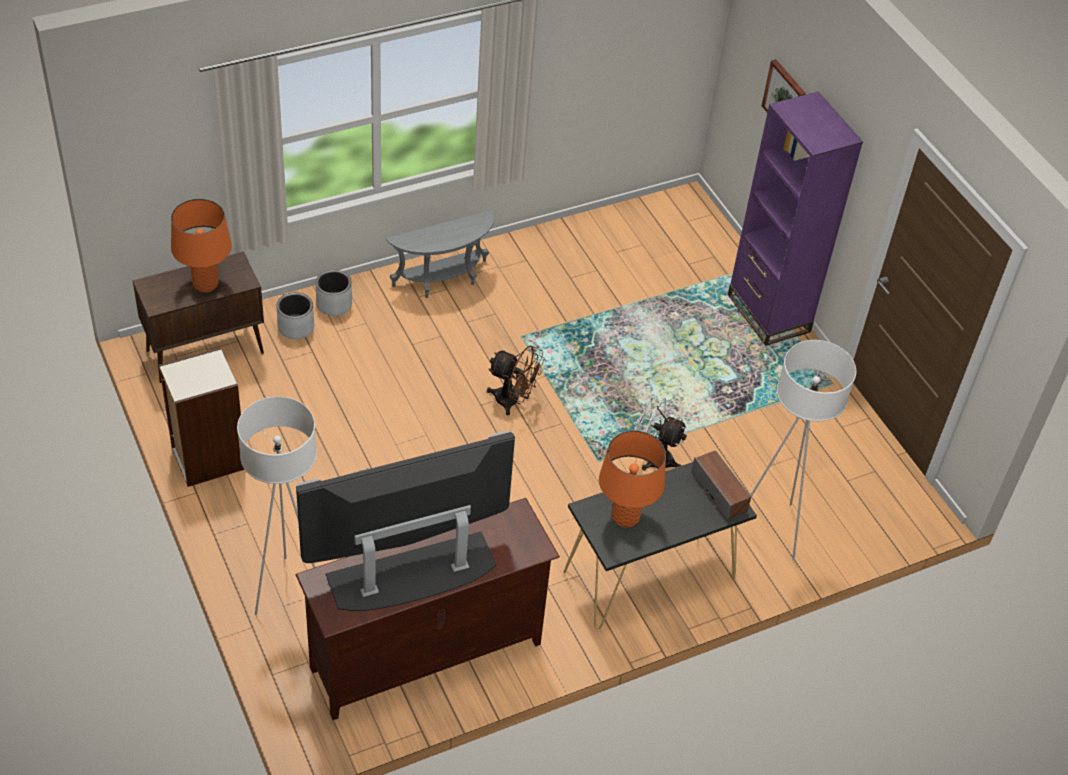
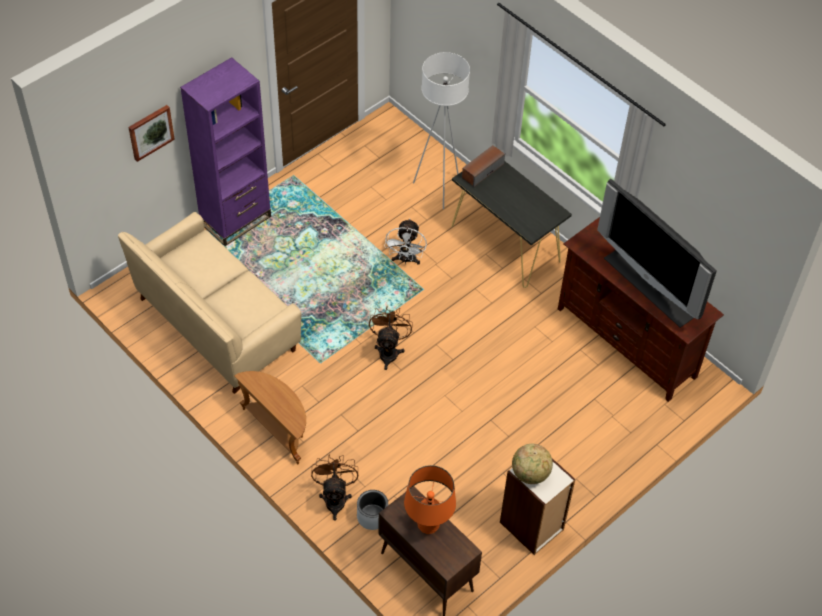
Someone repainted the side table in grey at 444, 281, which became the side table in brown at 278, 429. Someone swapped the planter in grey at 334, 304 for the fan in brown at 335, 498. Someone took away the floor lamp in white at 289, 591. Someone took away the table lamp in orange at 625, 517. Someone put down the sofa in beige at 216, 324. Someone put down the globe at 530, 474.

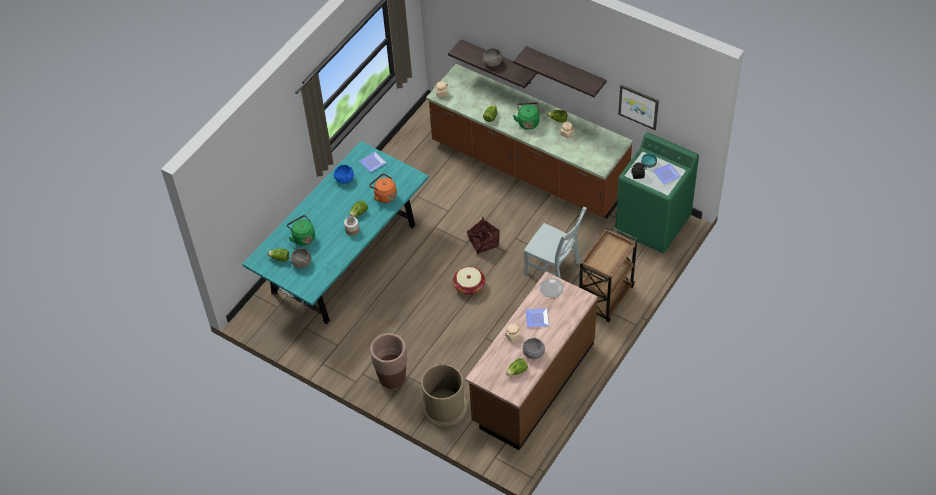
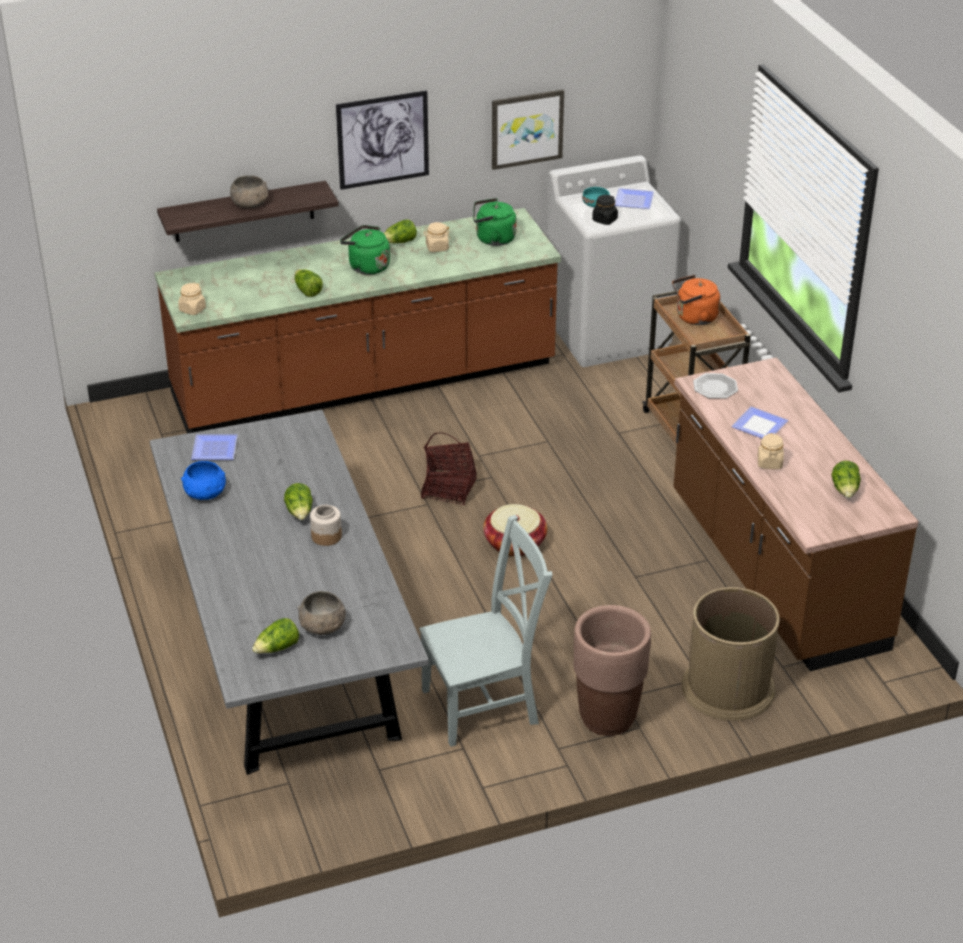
Someone swapped the shelf at 565, 70 for the picture at 383, 140. Someone repainted the washing machine in green at 653, 224, which became the washing machine in white at 608, 333. Someone repainted the dining table in turquoise at 344, 258, which became the dining table in grey at 287, 648. Someone carried the kettle in orange from 384, 195 to 694, 318. Someone carried the chair in grey from 554, 269 to 485, 705. Someone carried the kettle in green from 303, 237 to 493, 239. Someone took away the bowl in grey at 533, 353.

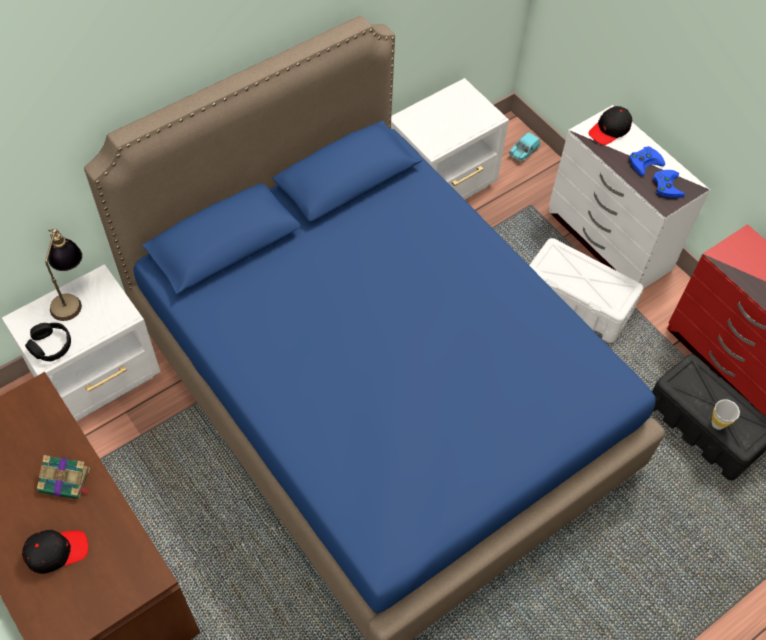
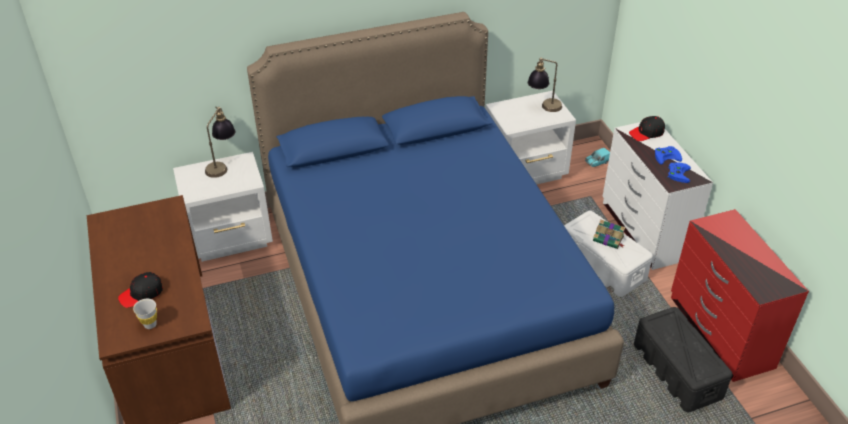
Someone took away the headphones in black at 50, 345. Someone carried the cup in white from 718, 424 to 150, 324. Someone carried the book from 66, 480 to 609, 239. Someone rotated the cap in black at 56, 551 by 150 degrees clockwise. Someone put down the table lamp at 543, 107.

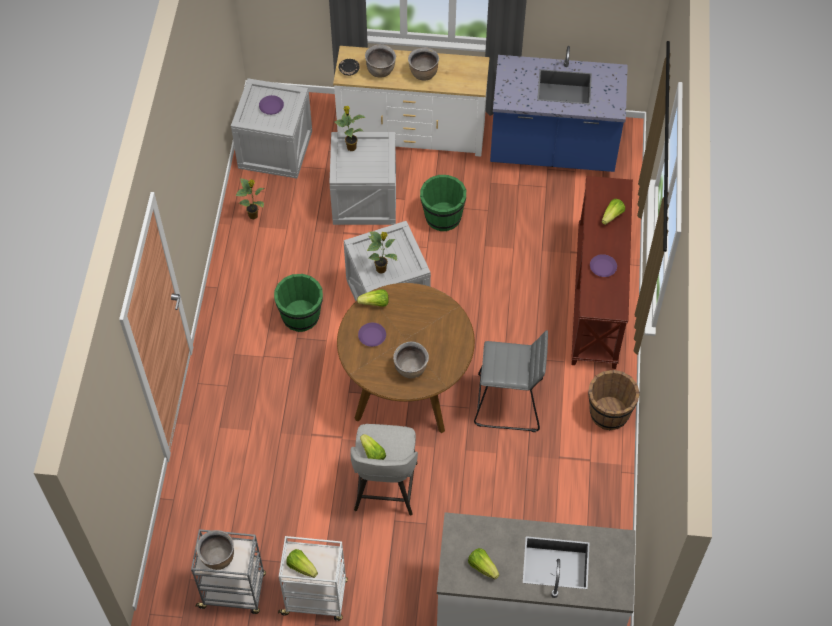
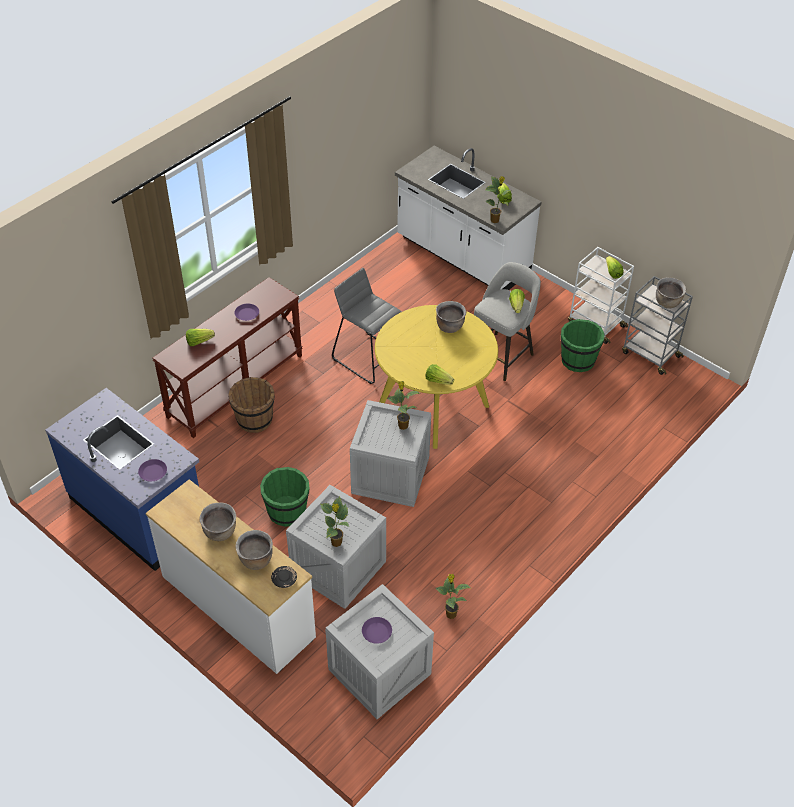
Someone carried the bucket in green from 301, 316 to 577, 360. Someone repainted the dining table in brown at 406, 387, which became the dining table in yellow at 433, 405. Someone carried the plate in purple from 372, 336 to 153, 472. Someone carried the bucket in brown from 609, 413 to 254, 420. Someone put down the potted plant at 495, 220.

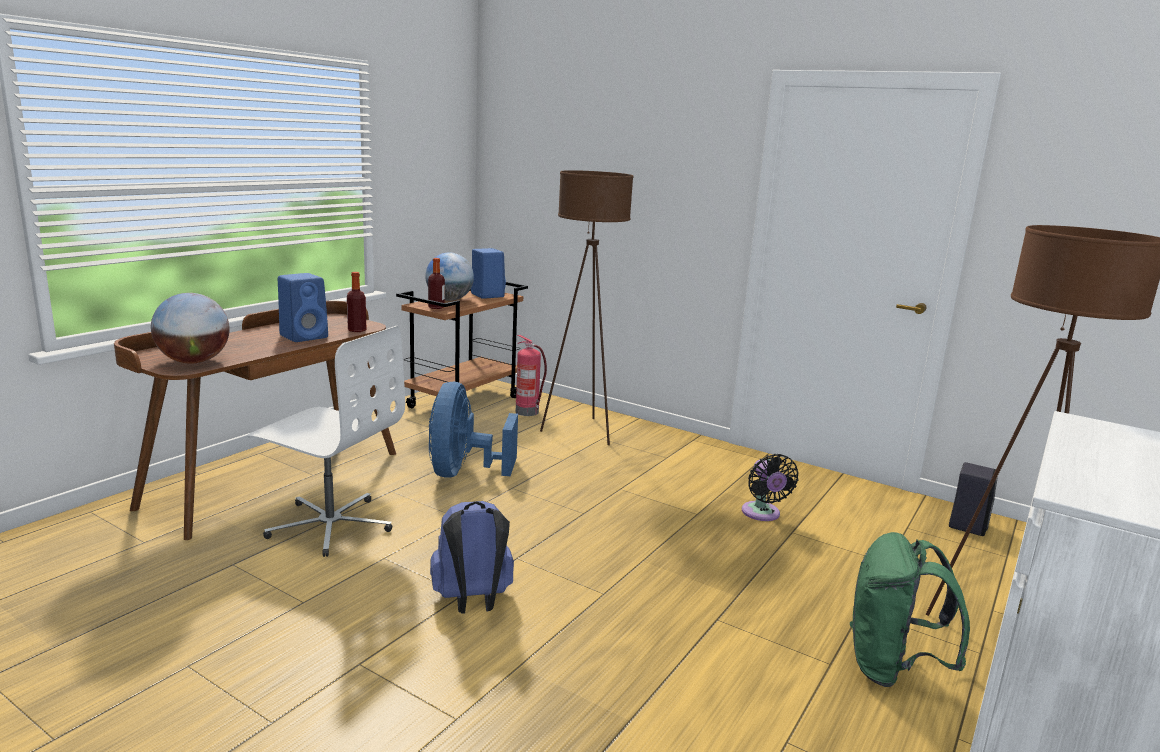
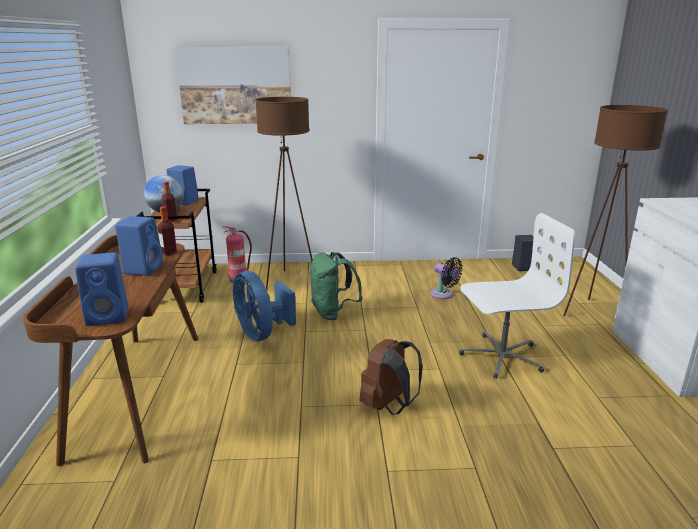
Someone swapped the globe at 194, 362 for the speaker in blue at 109, 316. Someone carried the office chair in white from 330, 525 to 501, 356. Someone repainted the backpack in blue at 472, 602, which became the backpack in brown at 388, 406. Someone carried the backpack in green from 891, 668 to 333, 313. Someone put up the picture at 235, 85.

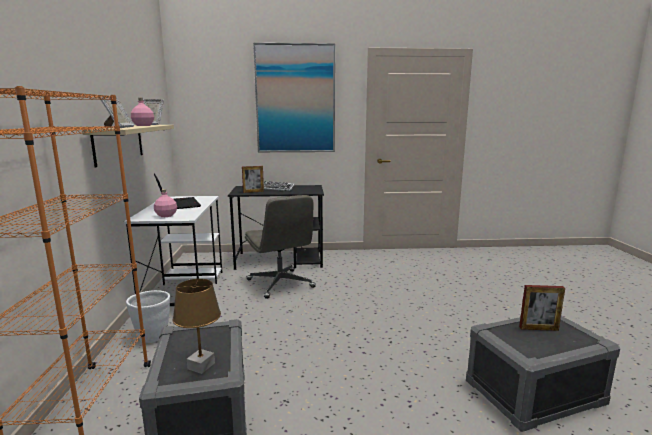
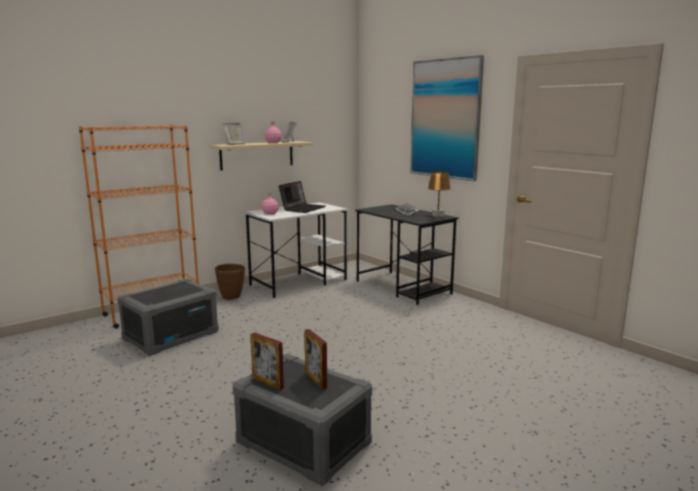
Someone carried the picture frame from 253, 192 to 268, 383. Someone took away the office chair in grey at 281, 284. Someone carried the table lamp in brown from 201, 366 to 438, 215. Someone repainted the planter in white at 152, 337, which became the planter in brown at 231, 297.

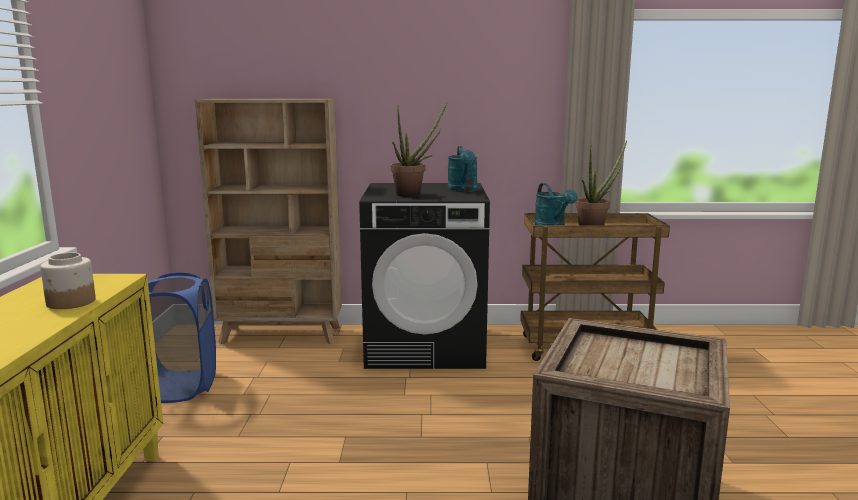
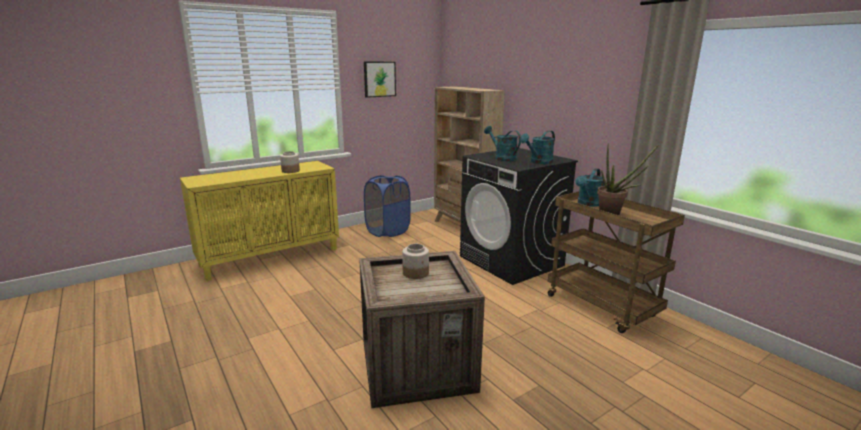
Someone swapped the potted plant at 413, 194 for the watering can in turquoise at 502, 158. Someone put up the picture at 379, 79. Someone put down the jar at 416, 273.

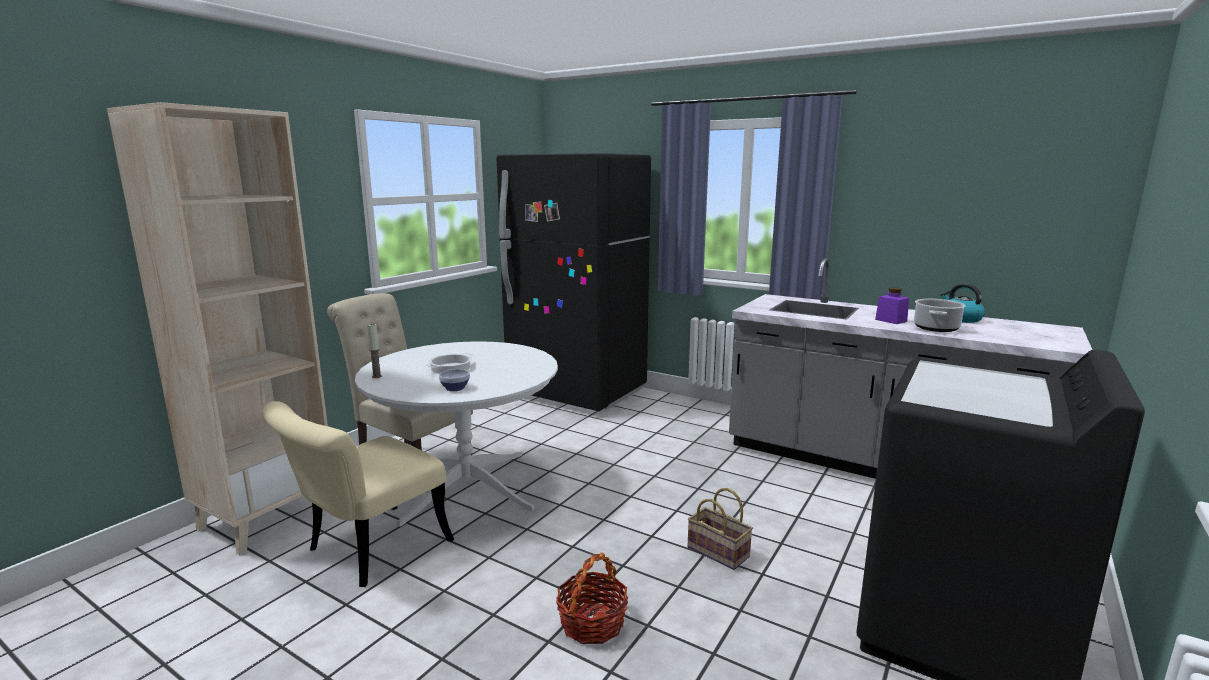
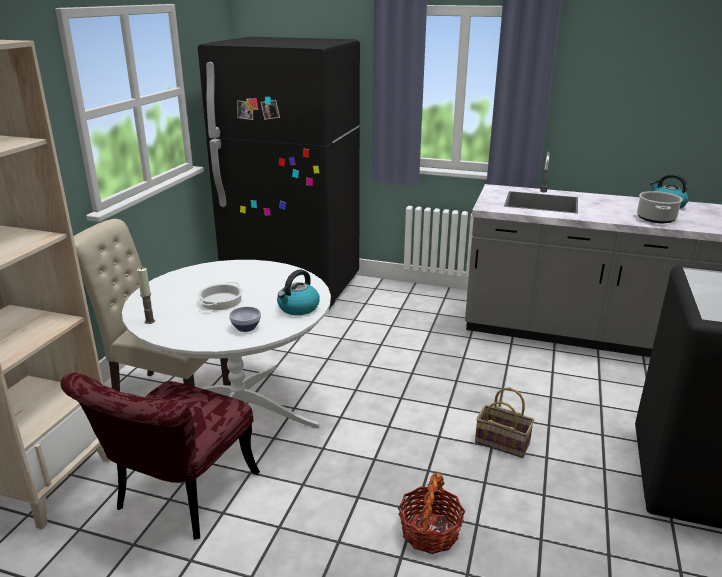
Someone took away the jar in purple at 891, 320. Someone repainted the chair in beige at 367, 551, which became the chair in red at 179, 500. Someone put down the kettle at 298, 308.

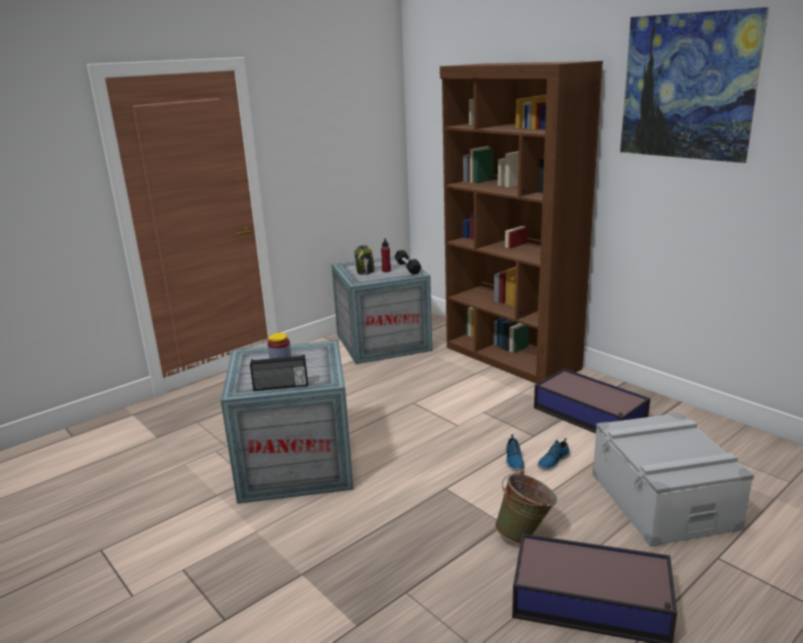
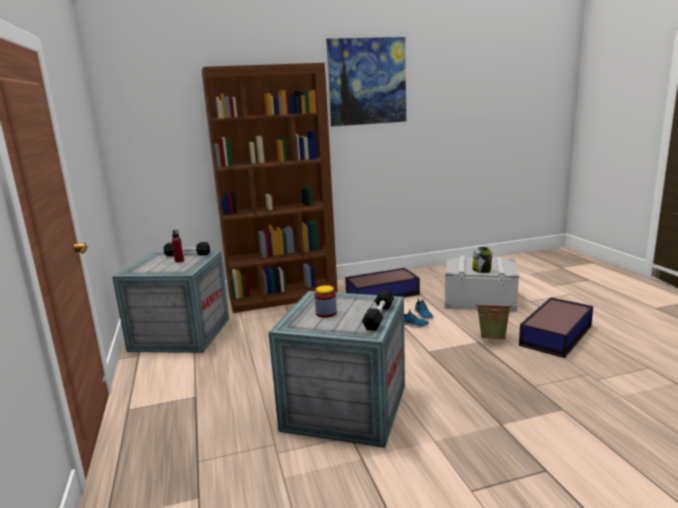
Someone carried the jar from 365, 272 to 482, 270. Someone swapped the radio at 281, 386 for the dumbbell in black at 379, 317.

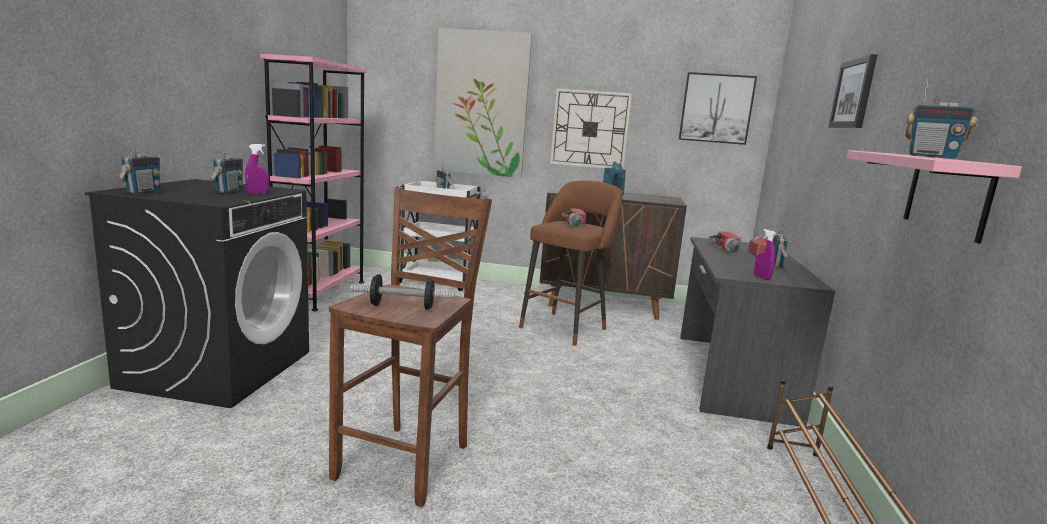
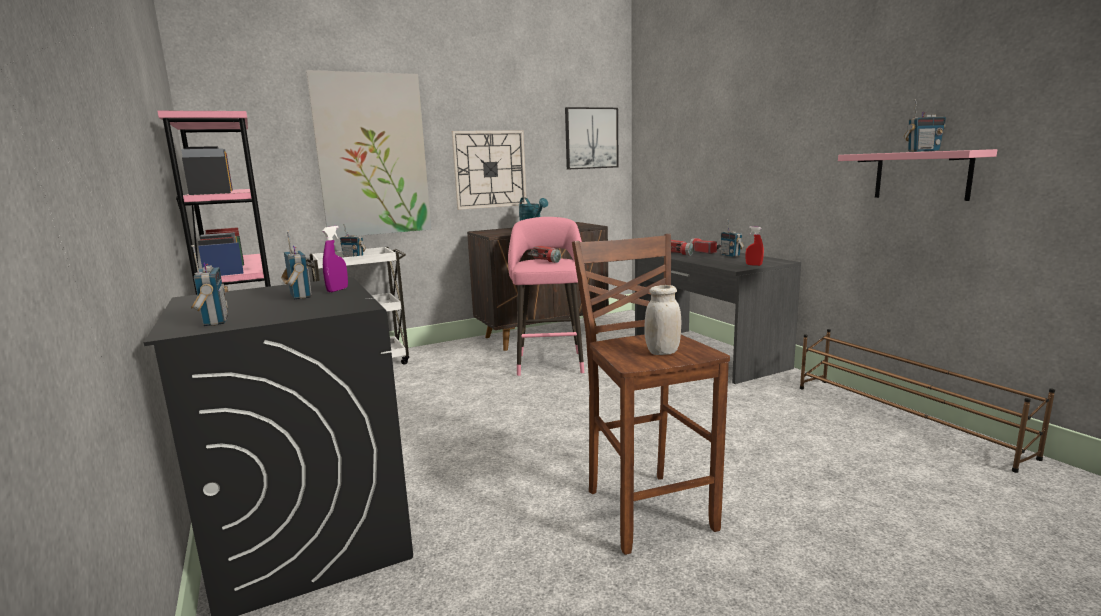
Someone took away the picture at 854, 94. Someone repainted the stool in brown at 566, 327, which became the stool in pink at 550, 362. Someone repainted the spray bottle in purple at 761, 278, which became the spray bottle in red at 753, 265. Someone swapped the dumbbell at 402, 306 for the jar in white at 662, 352.

